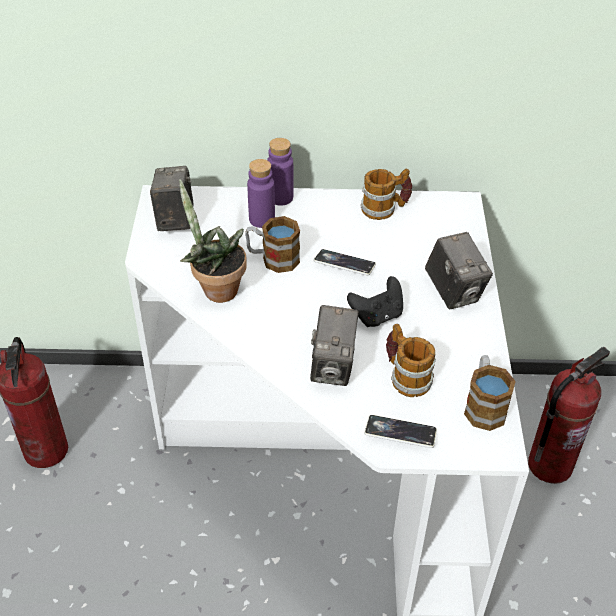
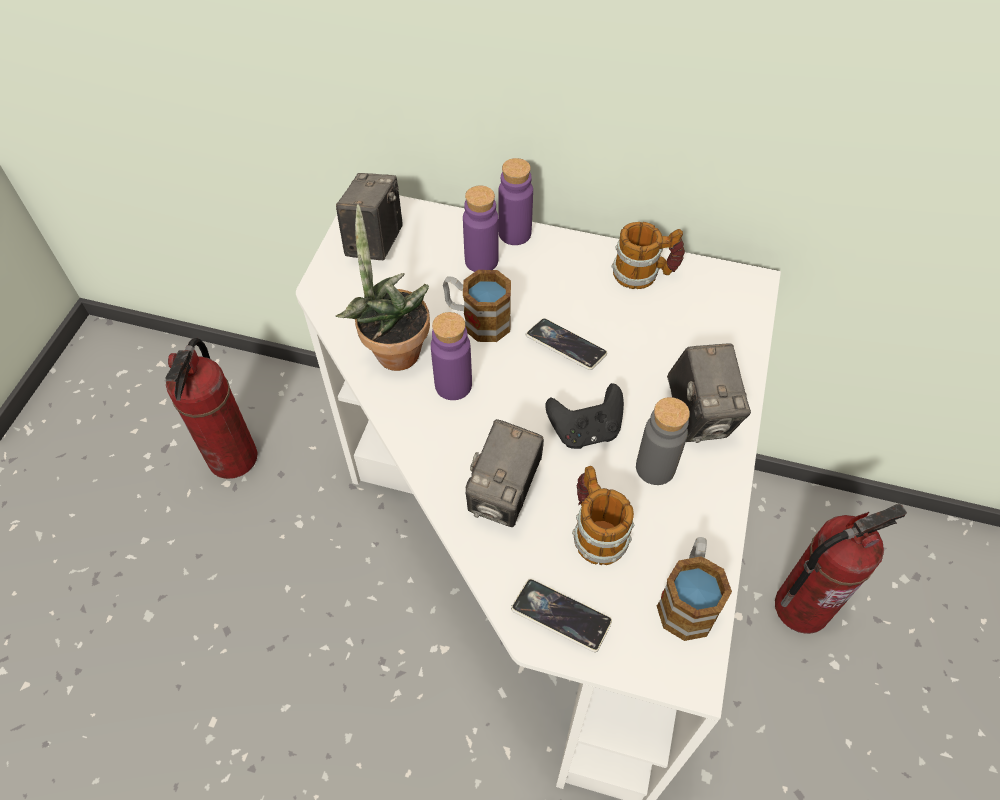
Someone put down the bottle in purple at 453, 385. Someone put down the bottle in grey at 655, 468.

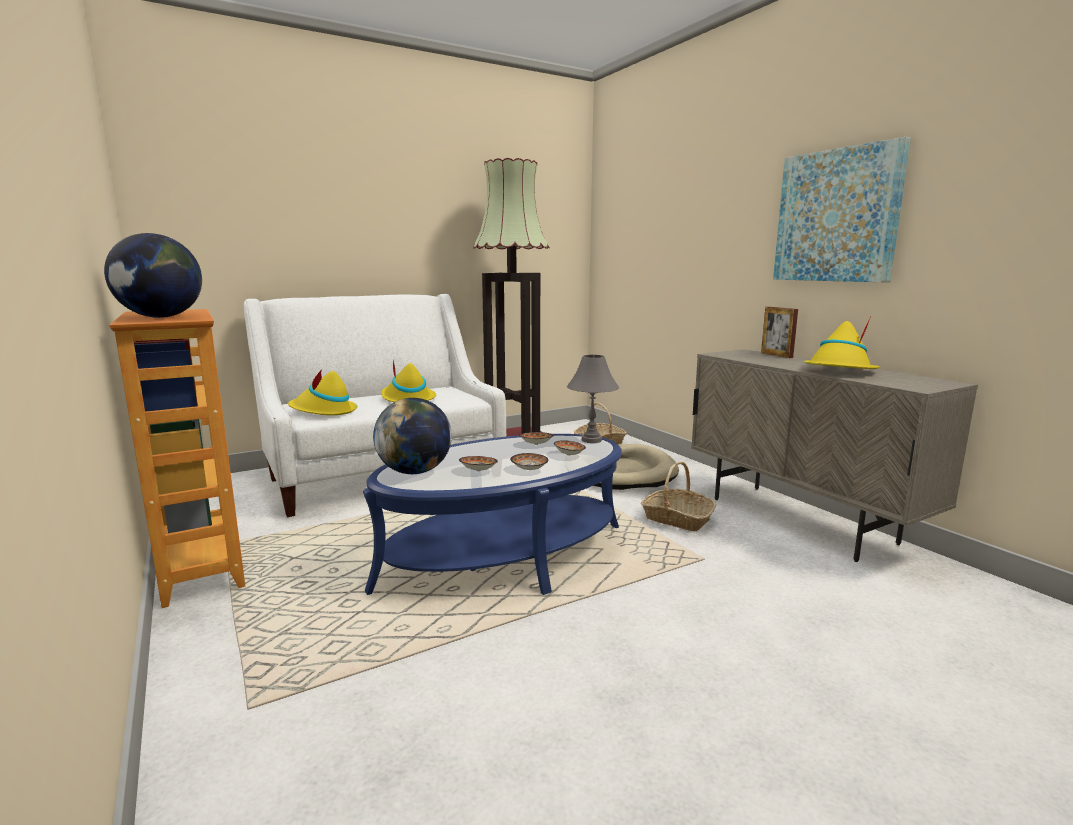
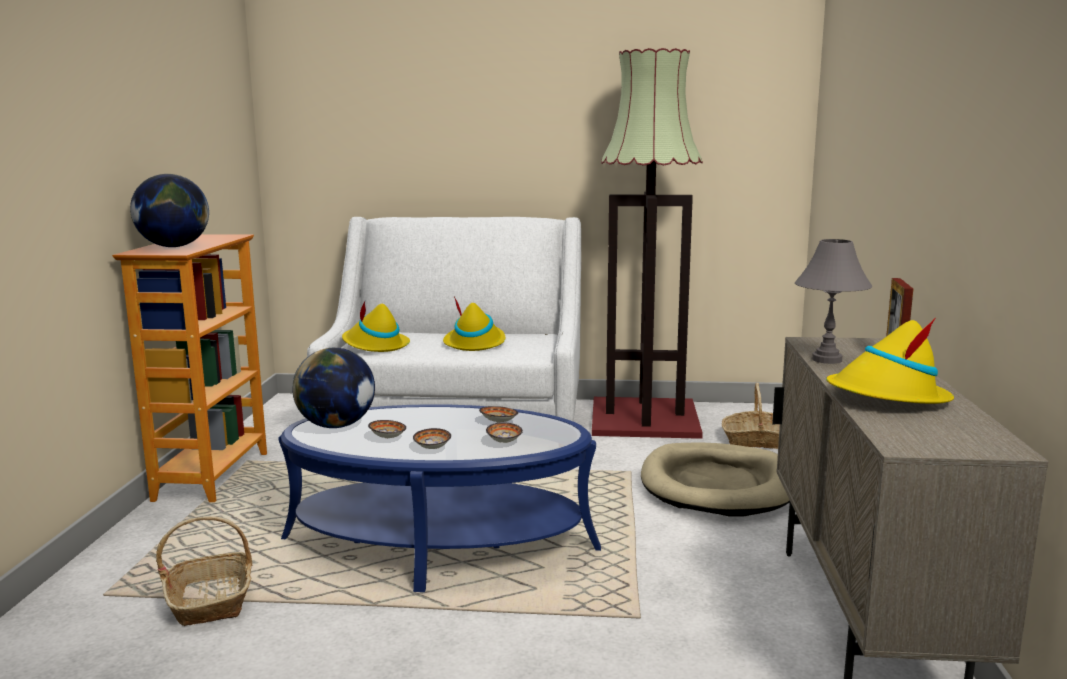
Someone took away the picture at 836, 216. Someone carried the table lamp in grey from 591, 440 to 827, 359. Someone carried the basket from 677, 519 to 211, 600.

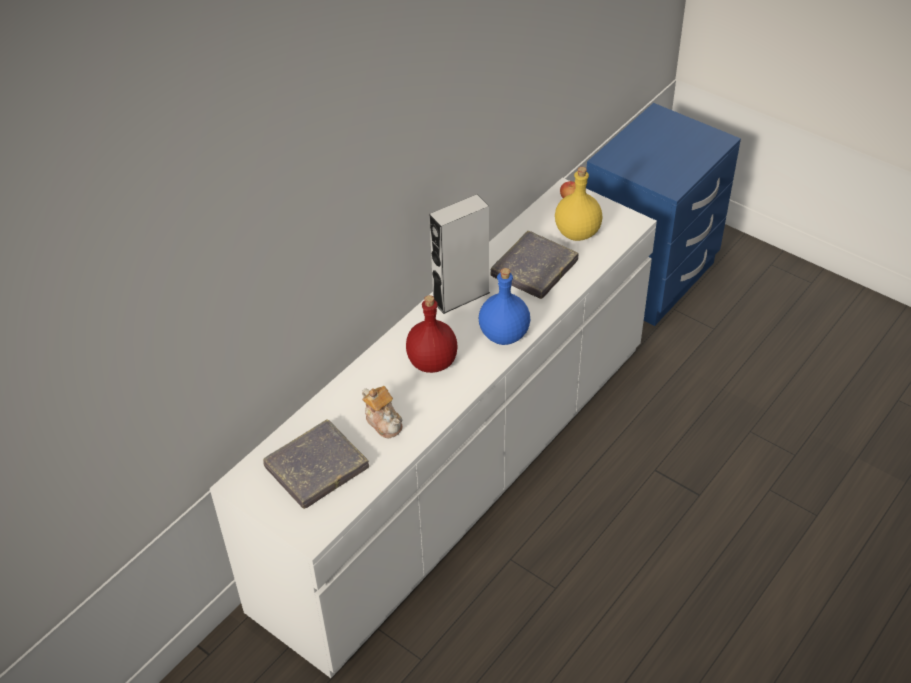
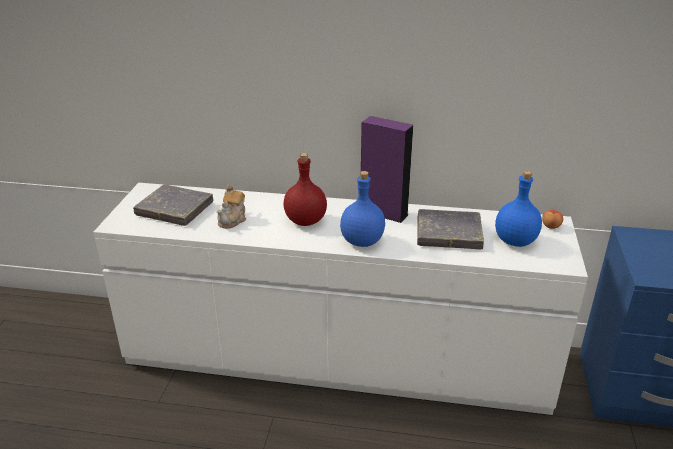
Someone repainted the bottle in yellow at 578, 233, which became the bottle in blue at 516, 241. Someone repainted the speaker in grey at 461, 296, which became the speaker in purple at 383, 212.

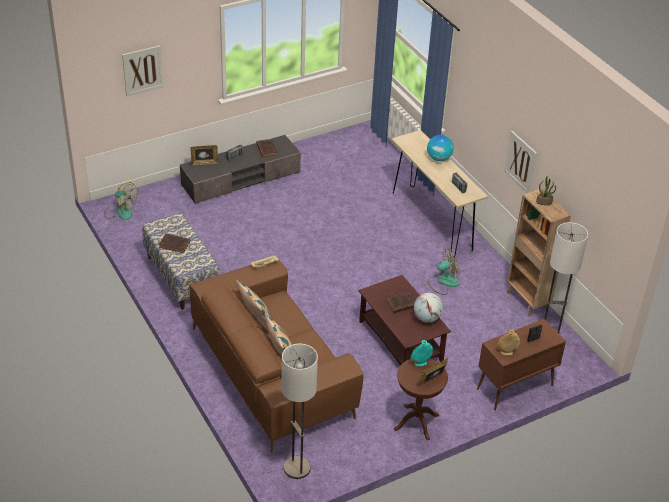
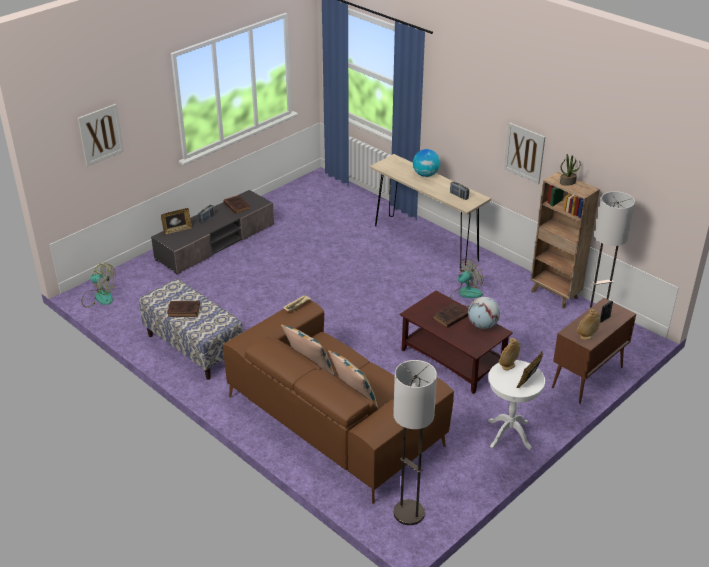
Someone repainted the vase in turquoise at 420, 363, which became the vase in beige at 508, 366. Someone repainted the side table in brown at 416, 422, which became the side table in white at 509, 434.

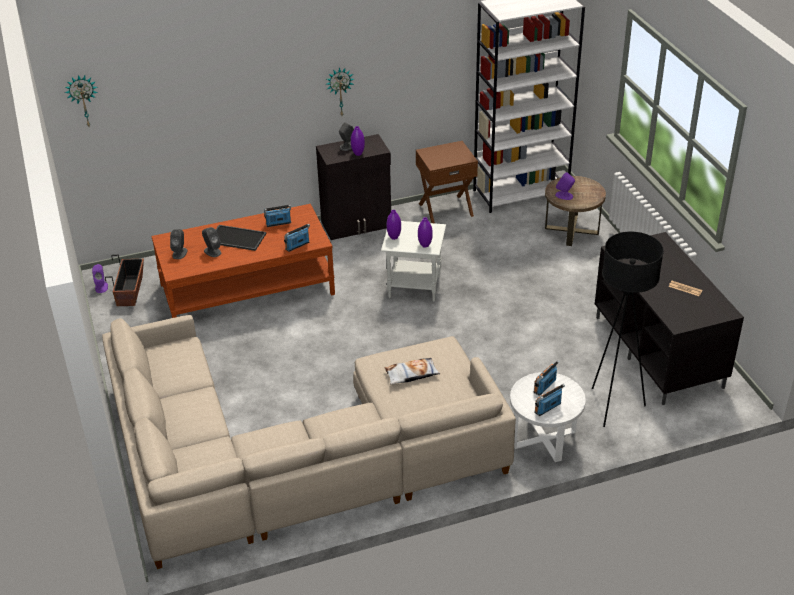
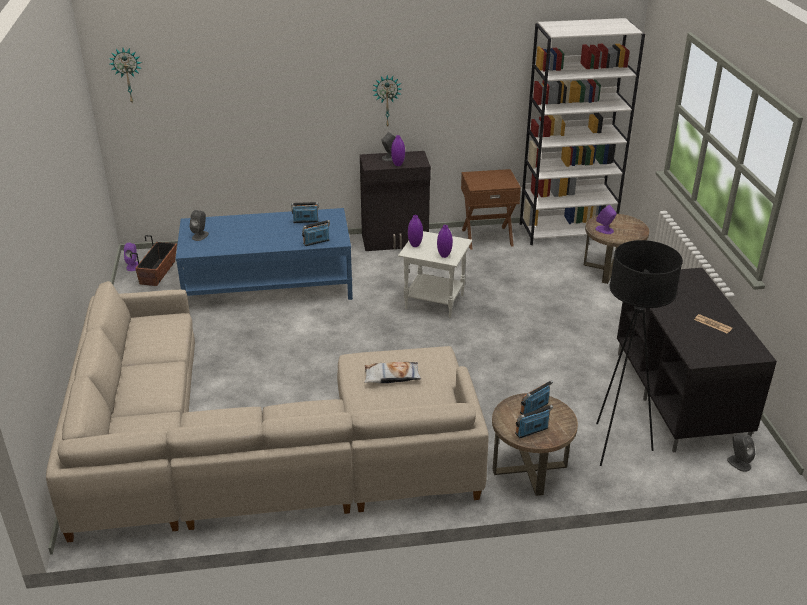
Someone repainted the coffee table in brown at 246, 289, which became the coffee table in blue at 268, 284. Someone took away the tray at 236, 238. Someone carried the speaker in grey from 212, 251 to 738, 463. Someone repainted the side table in white at 544, 438, which became the side table in brown at 529, 468.

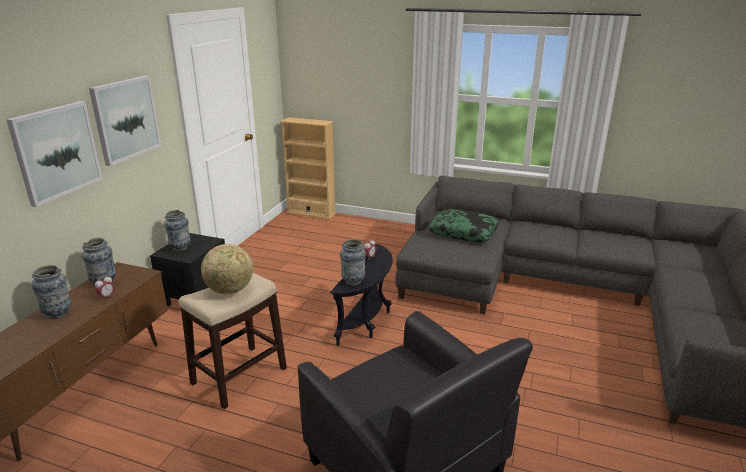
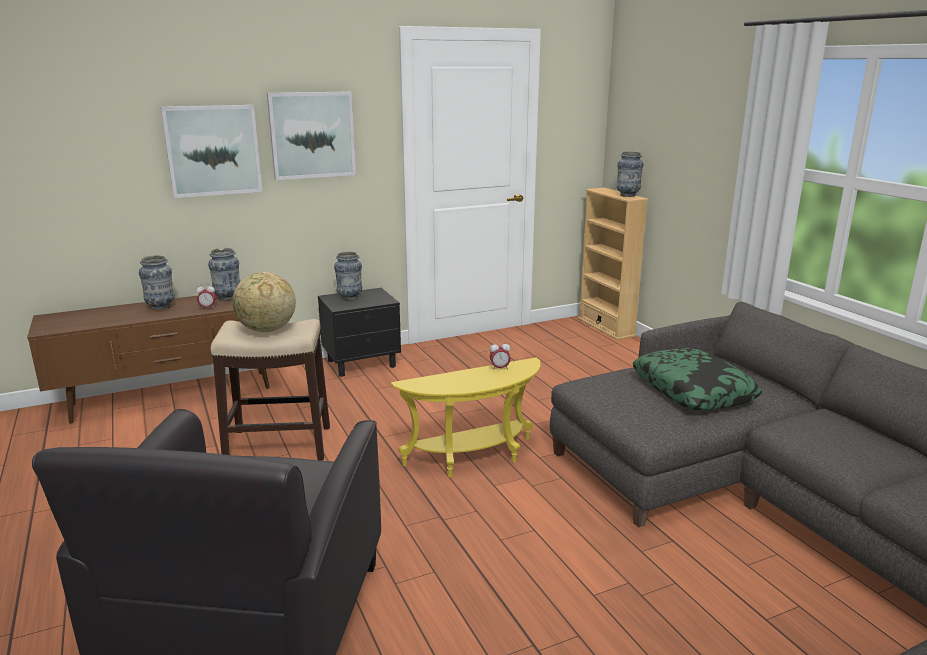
Someone carried the vase from 353, 281 to 627, 195. Someone repainted the side table in black at 367, 321, which became the side table in yellow at 474, 459.

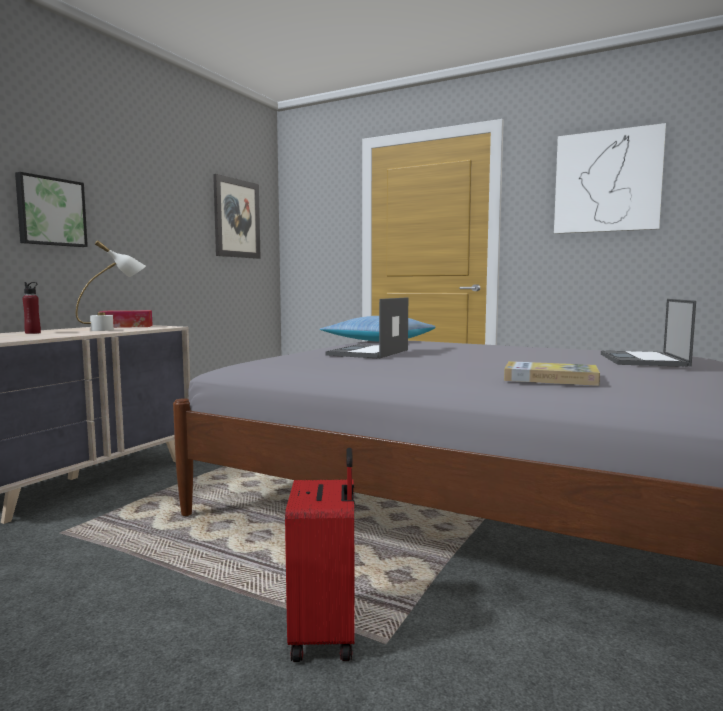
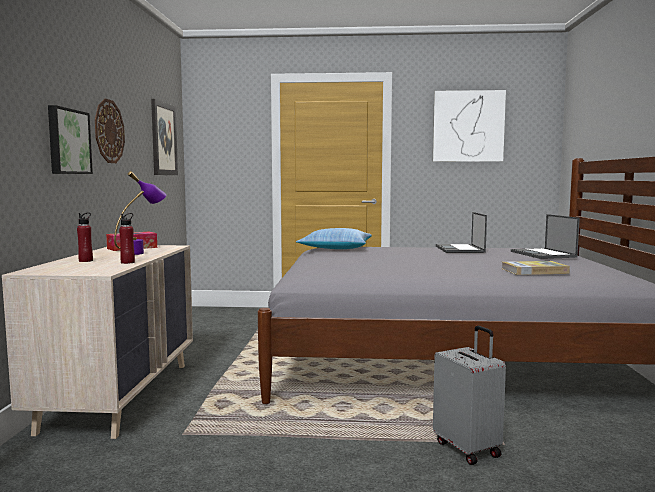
Someone repainted the table lamp in white at 113, 329, which became the table lamp in purple at 141, 252. Someone carried the laptop from 368, 353 to 460, 249. Someone repainted the suitcase in red at 326, 634, which became the suitcase in grey at 468, 448. Someone put up the wall clock at 109, 131. Someone put down the bottle in red at 128, 262.

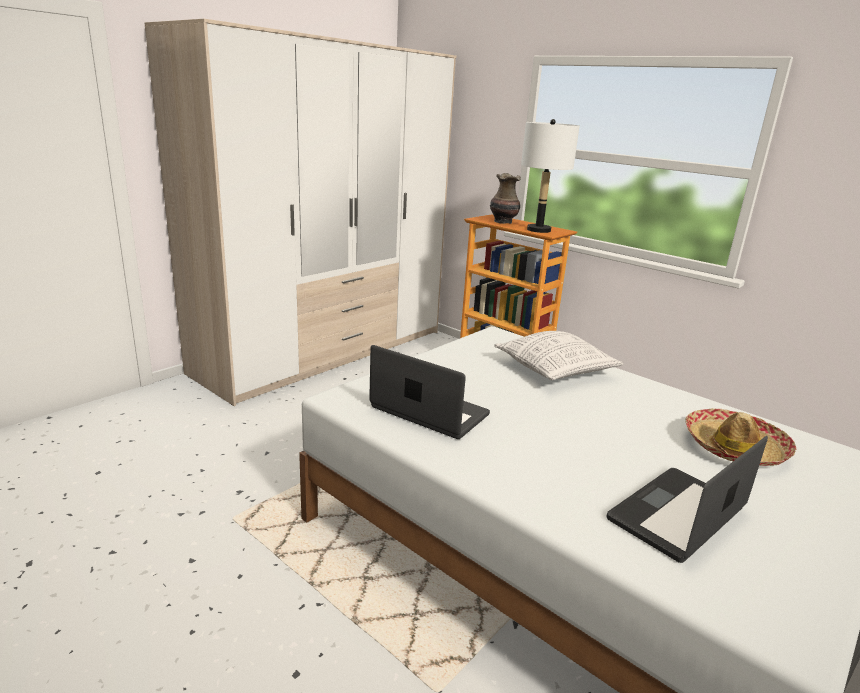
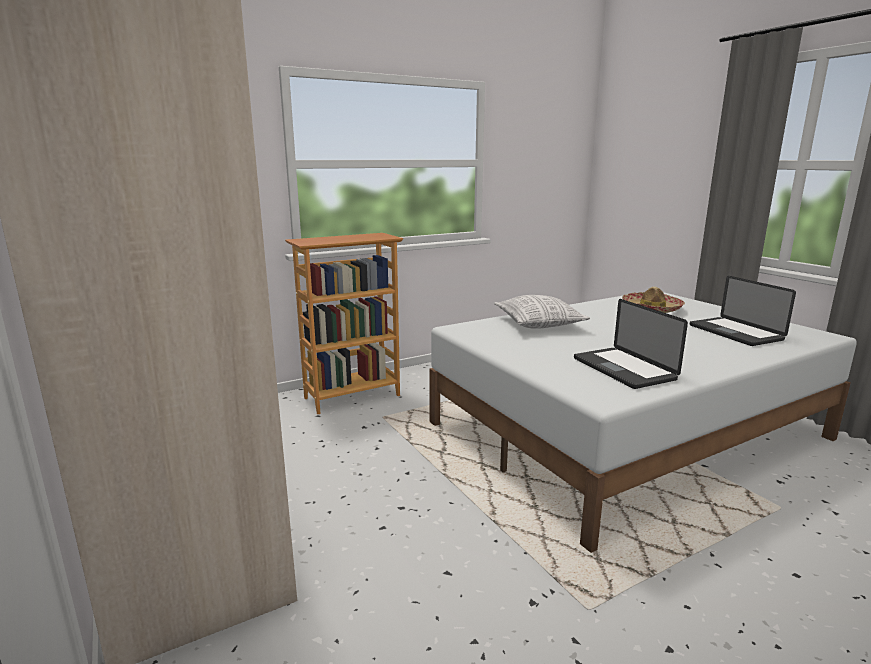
Someone took away the table lamp in white at 538, 230. Someone took away the vase at 503, 222. Someone rotated the laptop at 429, 411 by 75 degrees counterclockwise.

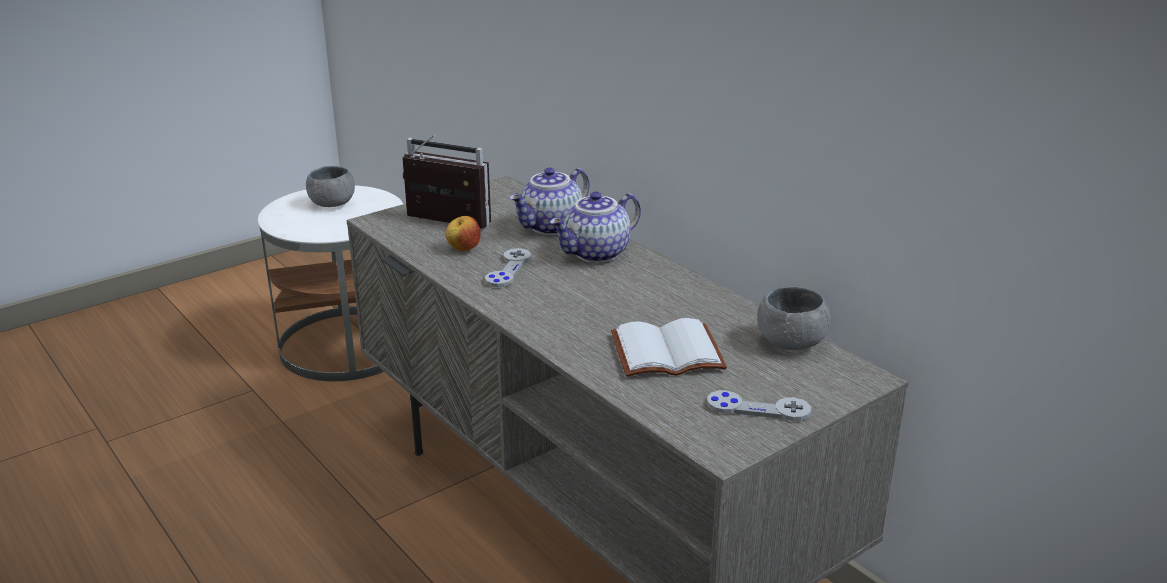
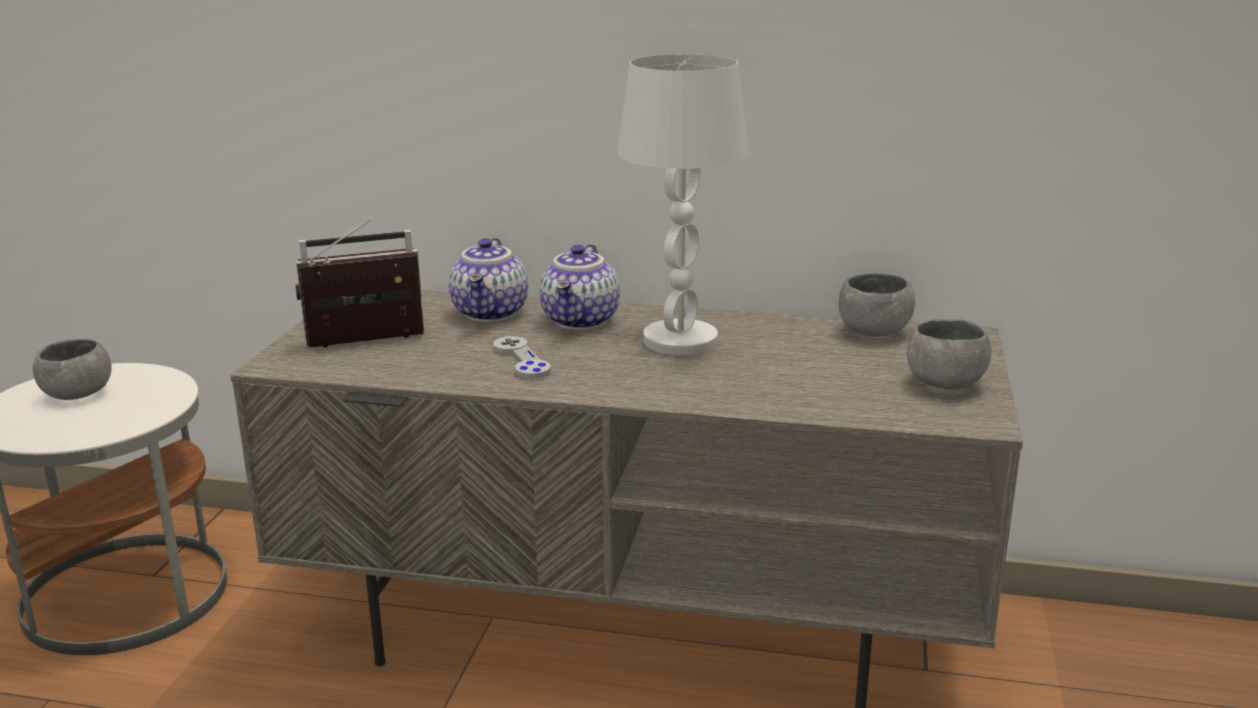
Someone took away the apple at 463, 249. Someone took away the book in white at 666, 354. Someone swapped the game controller in grey at 758, 408 for the bowl in grey at 945, 383. Someone put down the table lamp in white at 680, 341.

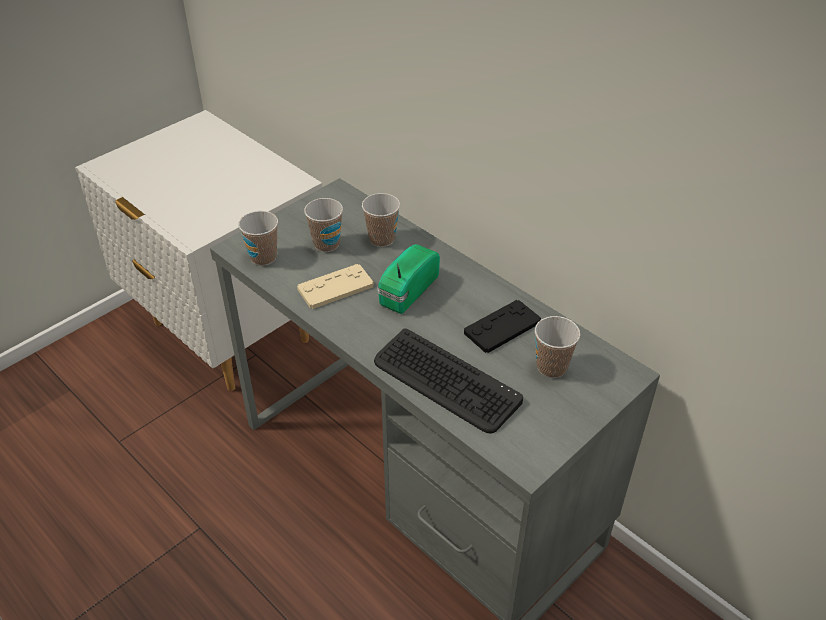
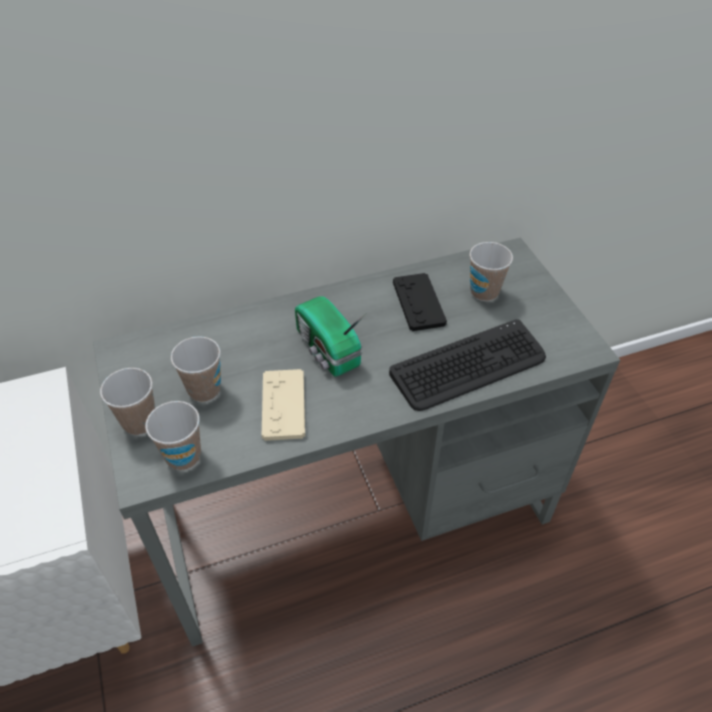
Someone carried the cup from 382, 239 to 139, 422.

